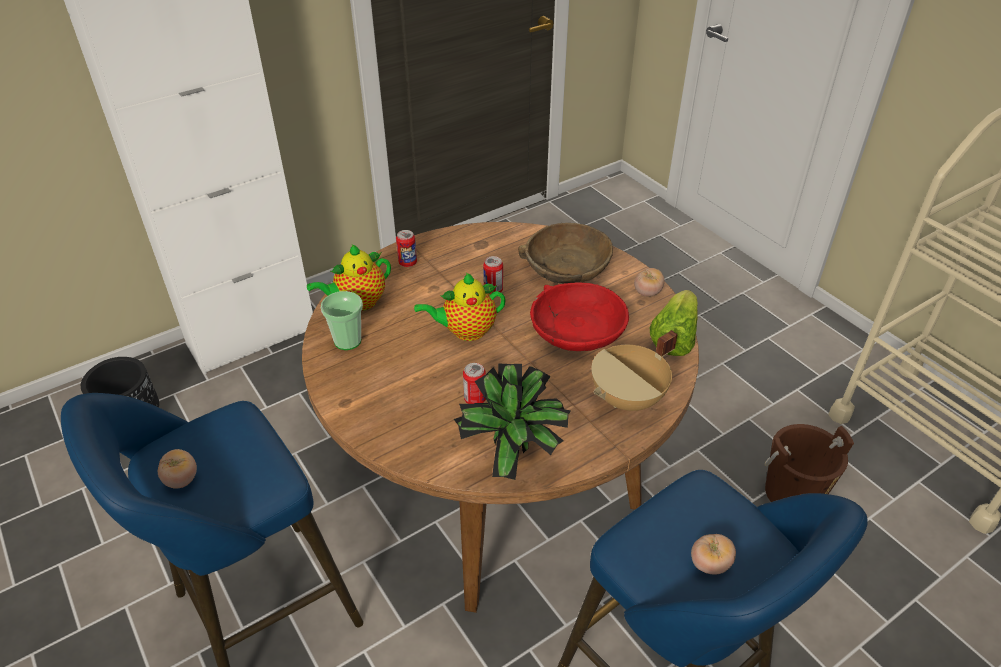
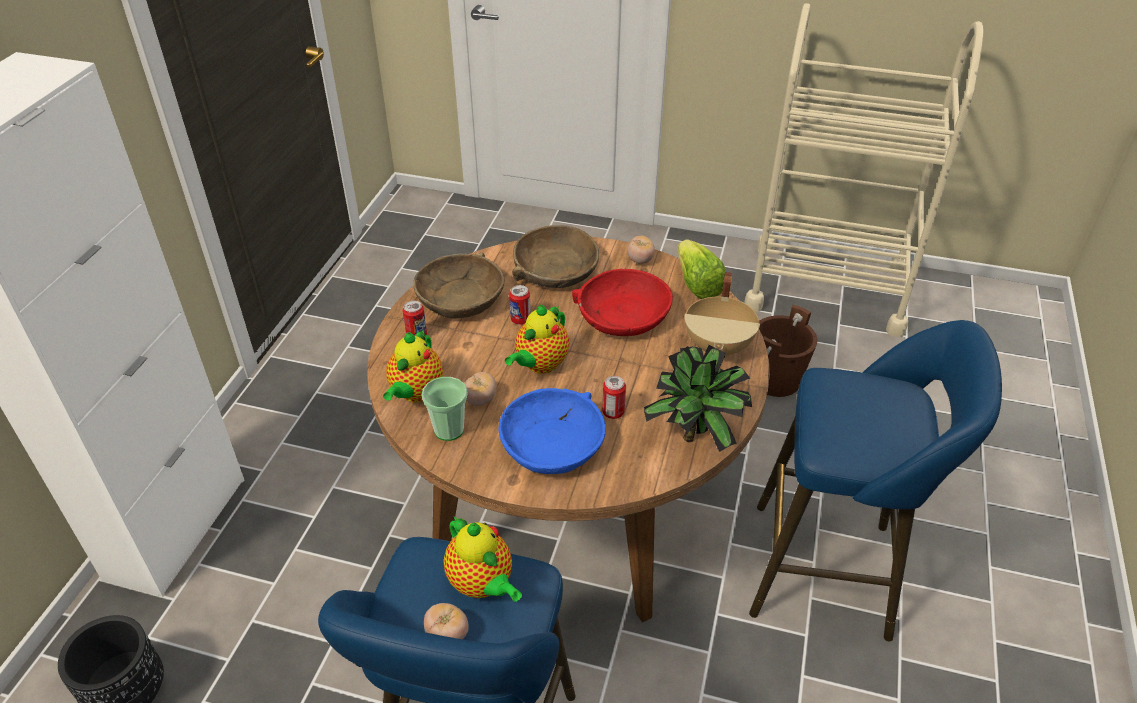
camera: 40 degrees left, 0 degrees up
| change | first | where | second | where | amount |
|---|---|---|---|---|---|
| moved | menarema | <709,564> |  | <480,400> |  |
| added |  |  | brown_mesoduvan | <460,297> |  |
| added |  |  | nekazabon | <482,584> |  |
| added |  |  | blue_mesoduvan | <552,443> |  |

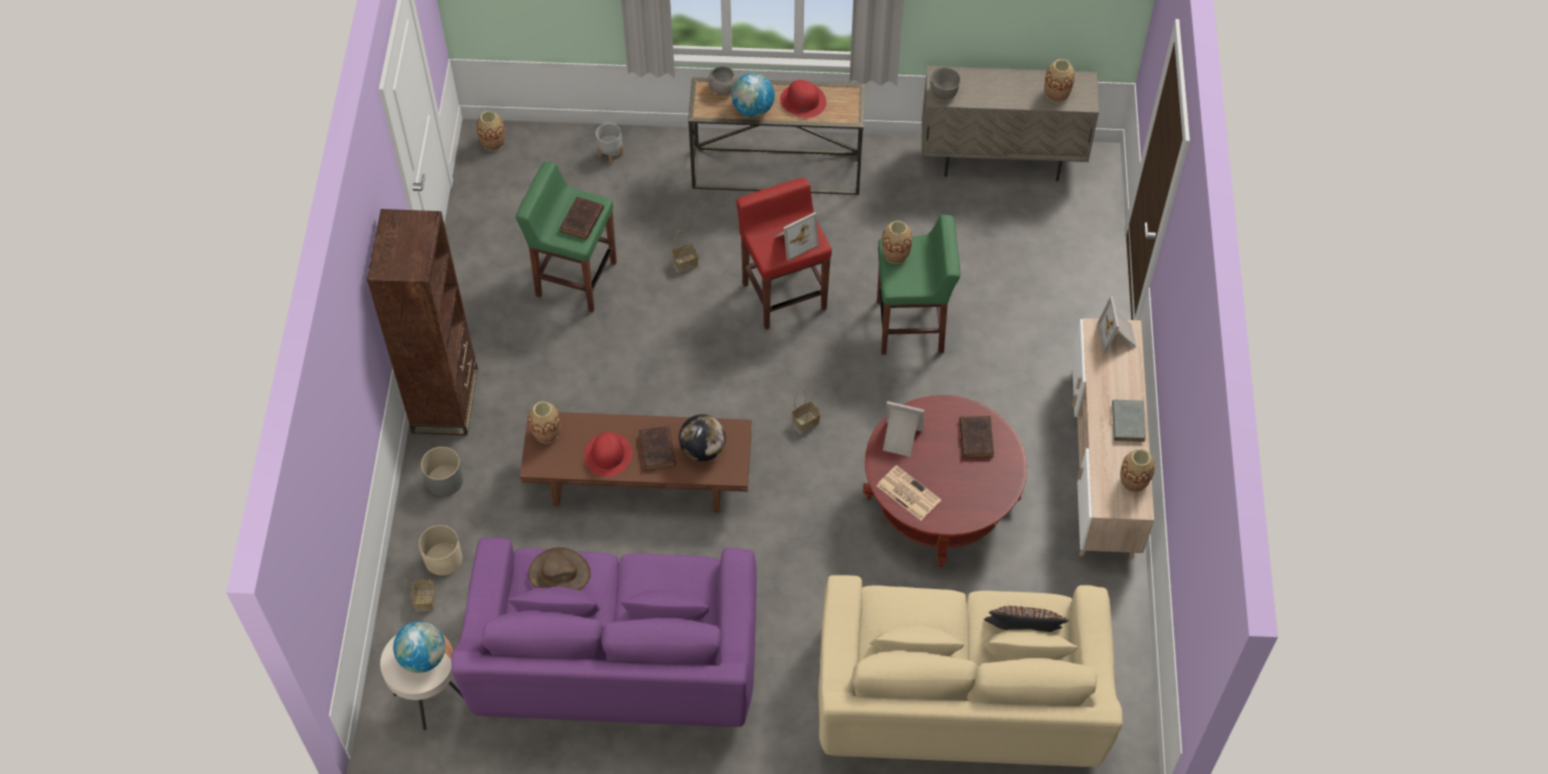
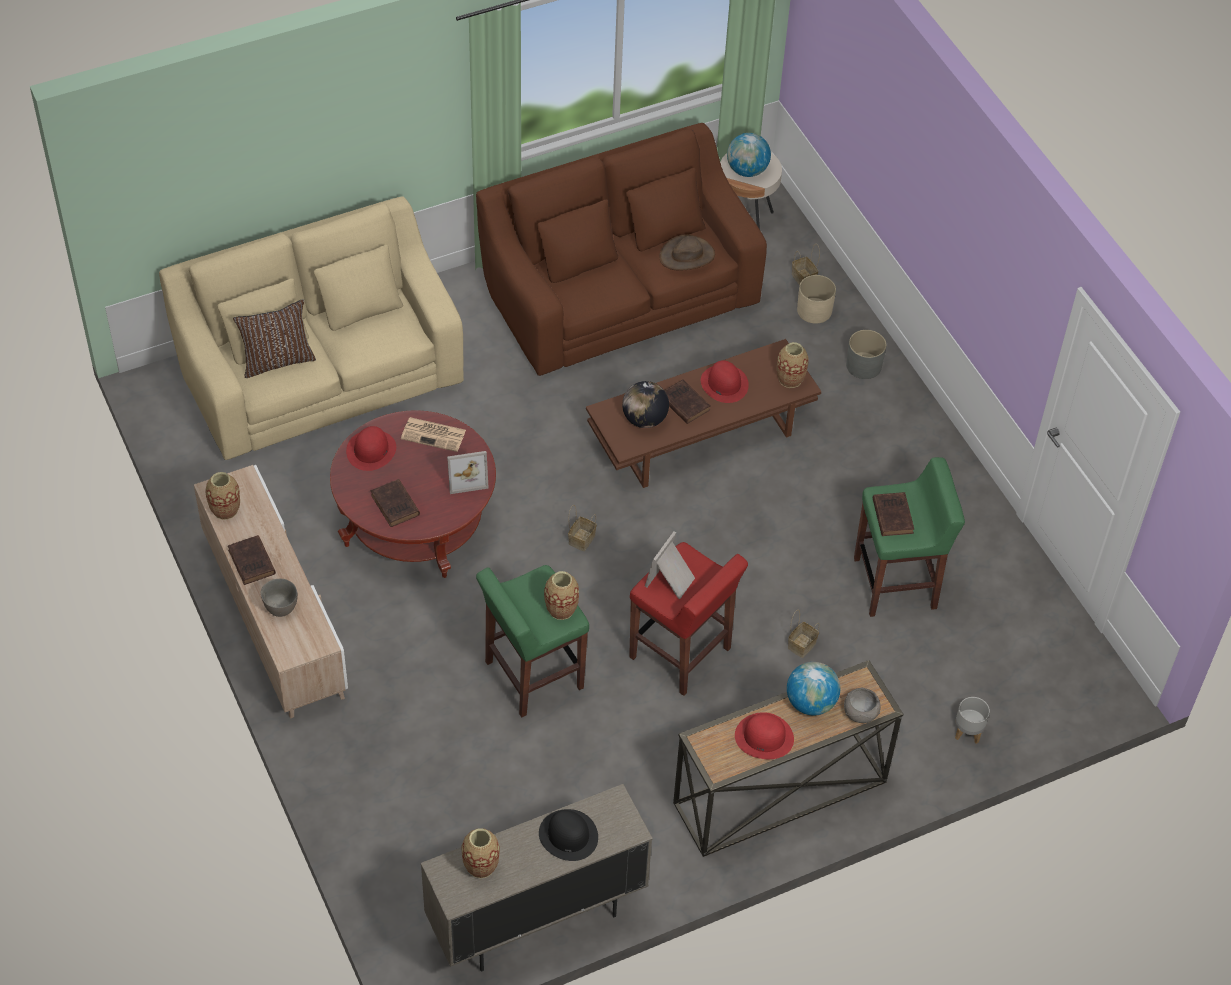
camera: 150 degrees right, 5 degrees down
| change | first | where | second | where | amount |
|---|---|---|---|---|---|
| removed | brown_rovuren | <445,400> |  |  |  |
| recoloured | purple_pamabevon | <616,660> | brown_pamabevon | <619,296> |  |
| removed | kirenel | <493,143> |  |  |  |
| moved | grey_mesoduvan | <944,92> |  | <281,607> |  |
| removed | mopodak | <1117,337> |  |  |  |
| recoloured | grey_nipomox | <1128,421> | brown_nipomox | <252,563> |  |
| added |  |  | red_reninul | <371,450> |  |
| added |  |  | black_reninul | <568,835> |  |

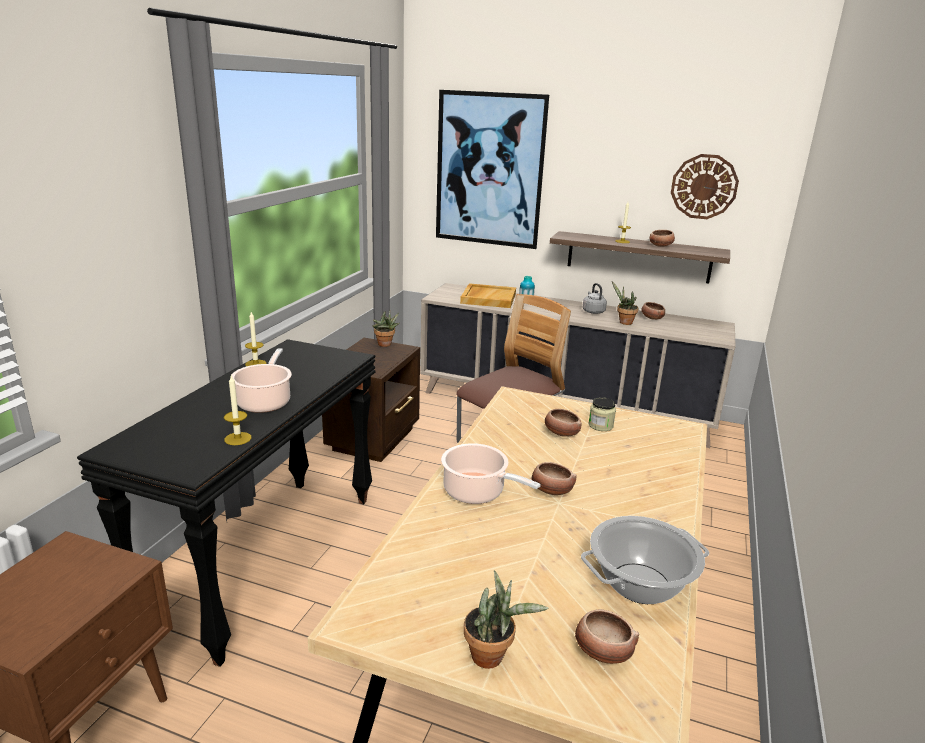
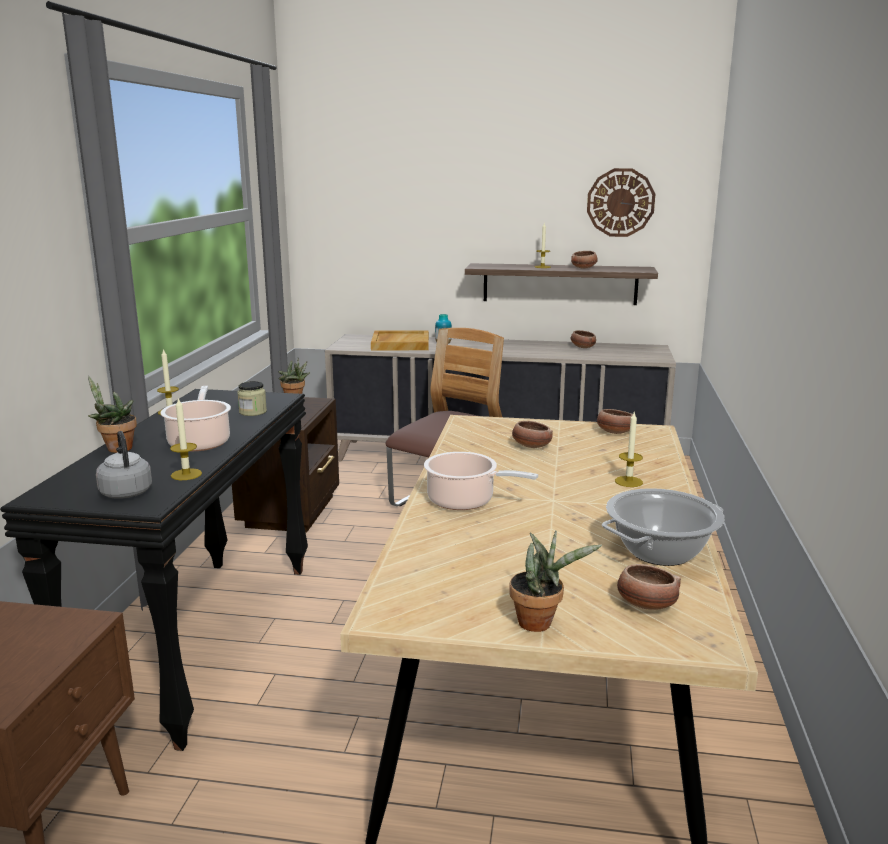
camera: 10 degrees left, 5 degrees down
| change | first | where | second | where | amount |
|---|---|---|---|---|---|
| removed | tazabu | <489,170> |  |  |  |
| moved | mesoduvan | <551,491> |  | <614,432> |  |
| moved | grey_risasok | <593,311> |  | <126,492> |  |
| moved | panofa | <600,425> |  | <253,412> |  |
| moved | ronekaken | <623,322> |  | <116,448> |  |
| added |  |  | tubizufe | <628,481> |  |

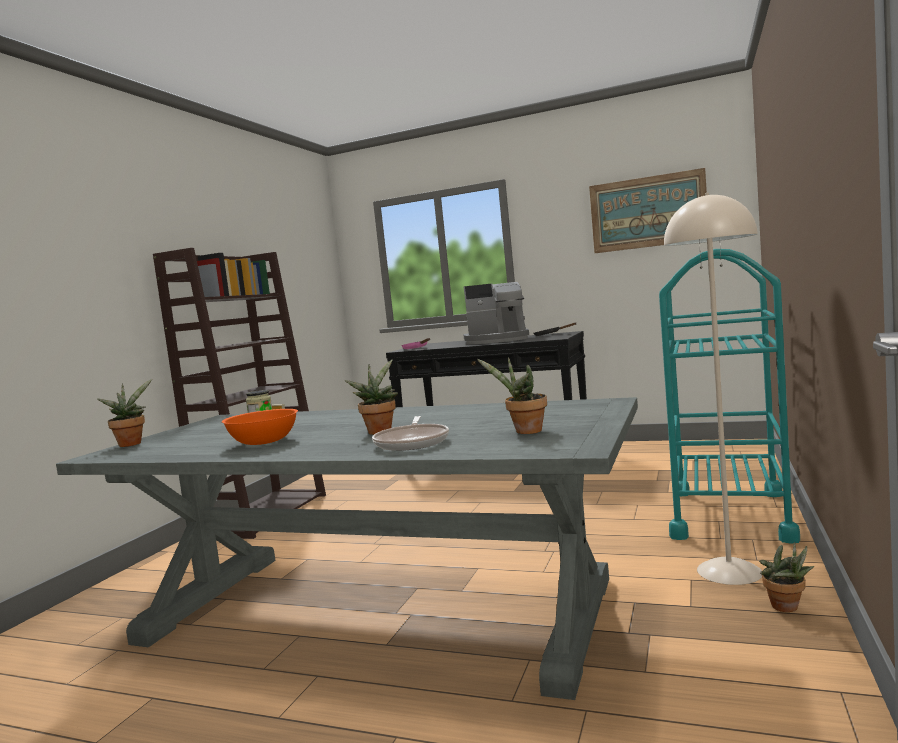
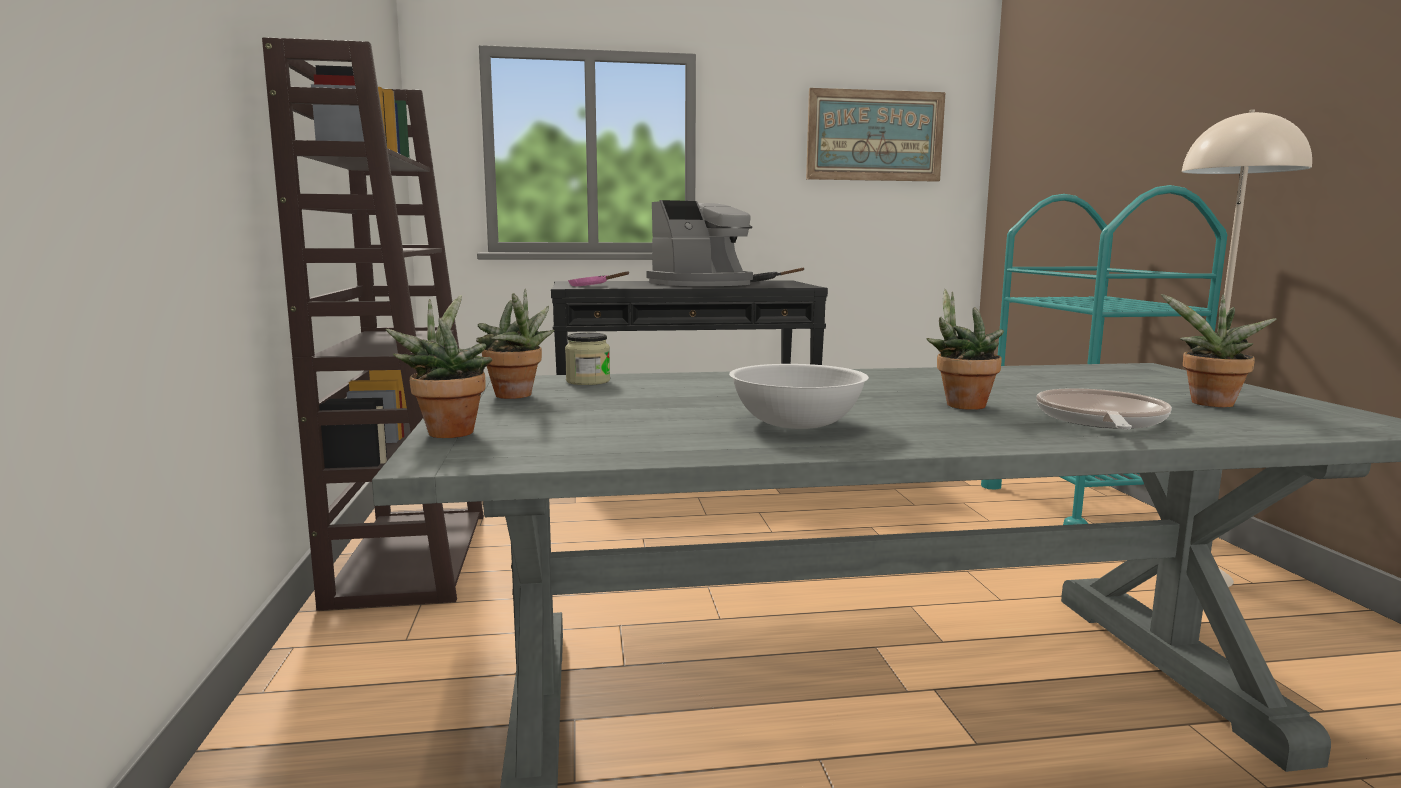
camera: 30 degrees left, 5 degrees up
| change | first | where | second | where | amount |
|---|---|---|---|---|---|
| recoloured | orange_mesoduvan | <263,442> | white_mesoduvan | <796,424> |  |
| turned | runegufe | <412,442> |  | <1100,420> | 135 degrees counterclockwise |
| moved | ronekaken | <787,608> |  | <516,396> |  |

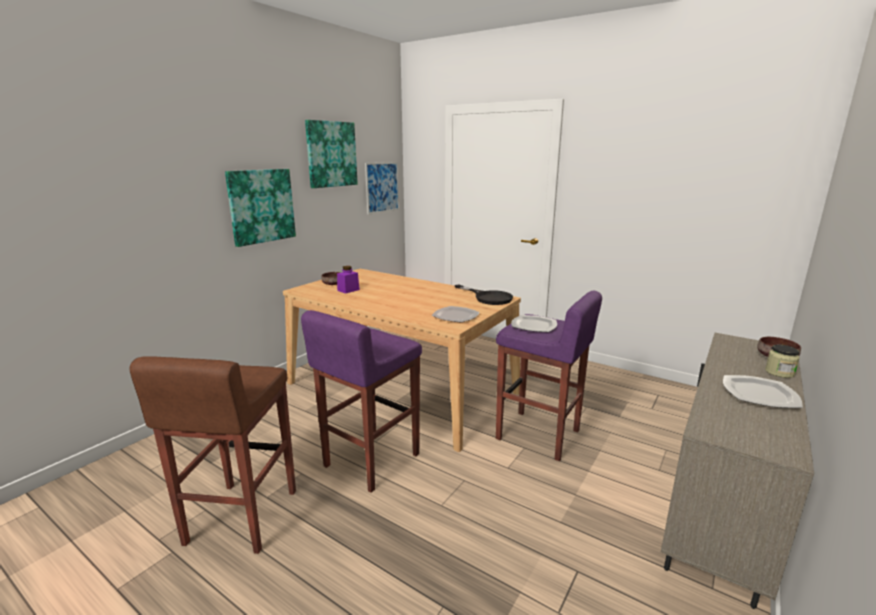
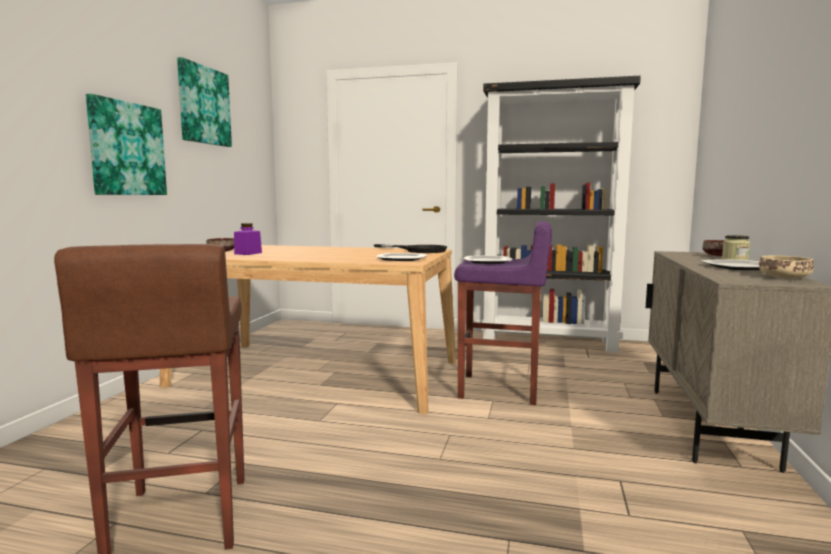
camera: 20 degrees left, 10 degrees down
| change | first | where | second | where | amount |
|---|---|---|---|---|---|
| removed | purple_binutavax | <370,460> |  |  |  |
| removed | tazabu | <382,187> |  |  |  |
| added |  |  | black_rovuren | <549,342> |  |
| added |  |  | beige_mesoduvan | <785,278> |  |

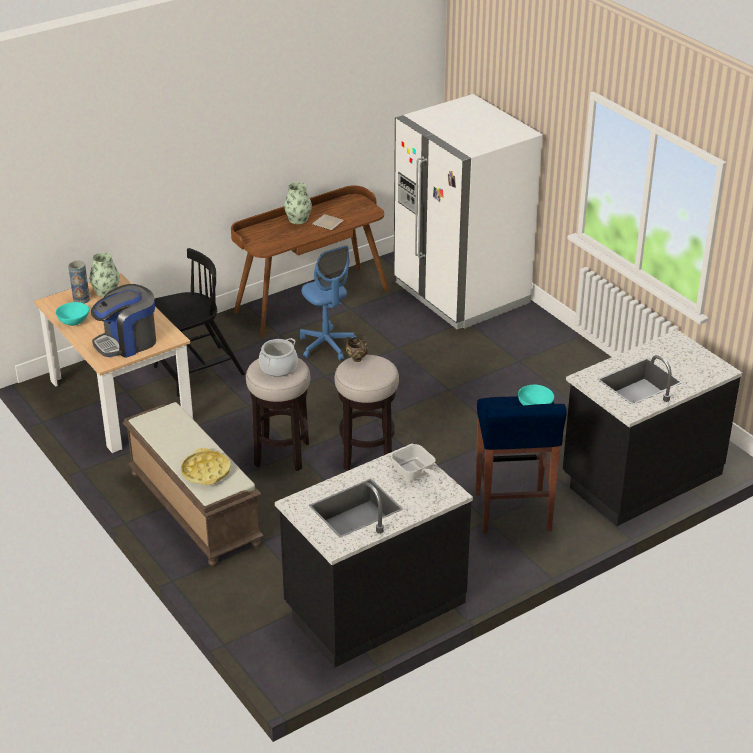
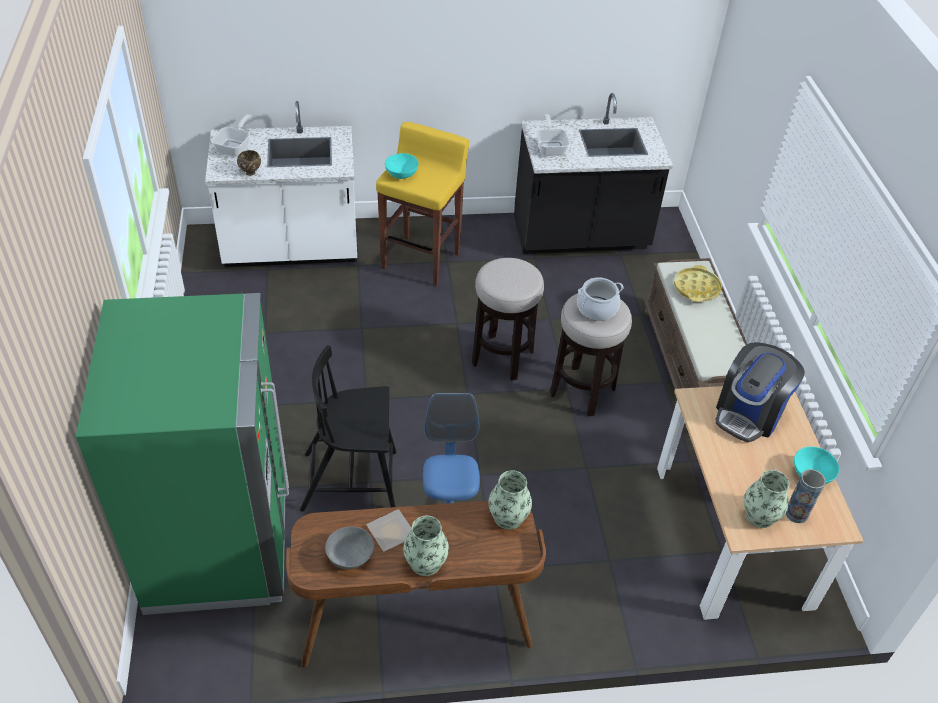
camera: 155 degrees left, 10 degrees up
| change | first | where | second | where | amount |
|---|---|---|---|---|---|
| turned | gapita | <127,342> |  | <749,413> | 135 degrees clockwise |
| moved | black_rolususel | <197,372> |  | <352,481> |  |
| moved | brown_mesoduvan | <357,360> |  | <250,172> |  |
| recoloured | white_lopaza | <461,293> | green_lopaza | <219,541> |  |
| recoloured | blue_binutavax | <512,512> | yellow_binutavax | <421,260> |  |
| recoloured | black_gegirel | <640,476> | white_gegirel | <291,248> |  |
| added |  |  | runegufe | <235,147> |  |
| added |  |  | grey_mesoduvan | <350,557> |  |
| added |  |  | kirenel | <508,517> |  |

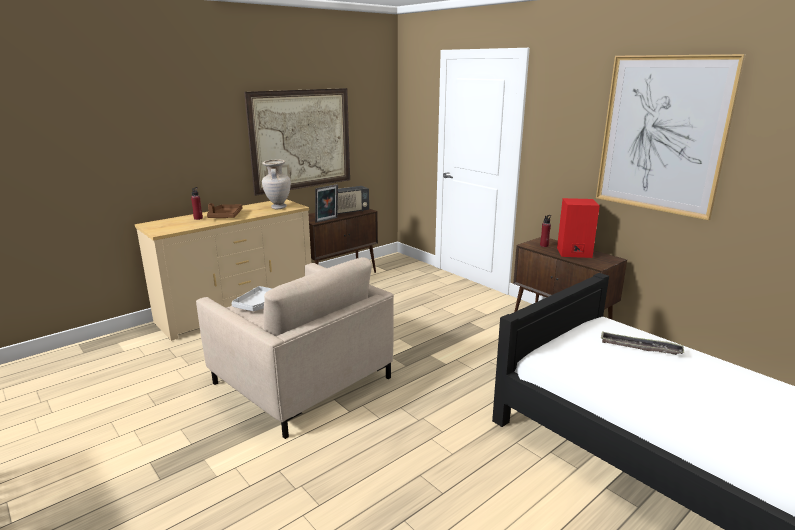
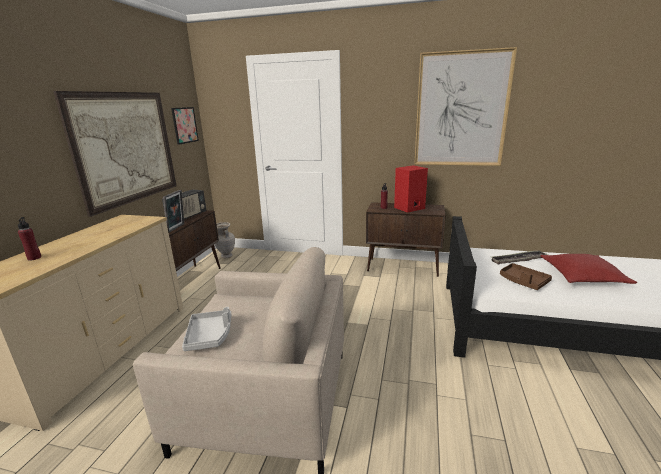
camera: 35 degrees left, 0 degrees up
| change | first | where | second | where | amount |
|---|---|---|---|---|---|
| moved | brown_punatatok | <225,216> |  | <523,282> |  |
| moved | beige_kirenel | <278,207> |  | <226,256> |  |
| added |  |  | tazabu | <185,125> |  |
| added |  |  | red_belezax | <582,276> |  |

